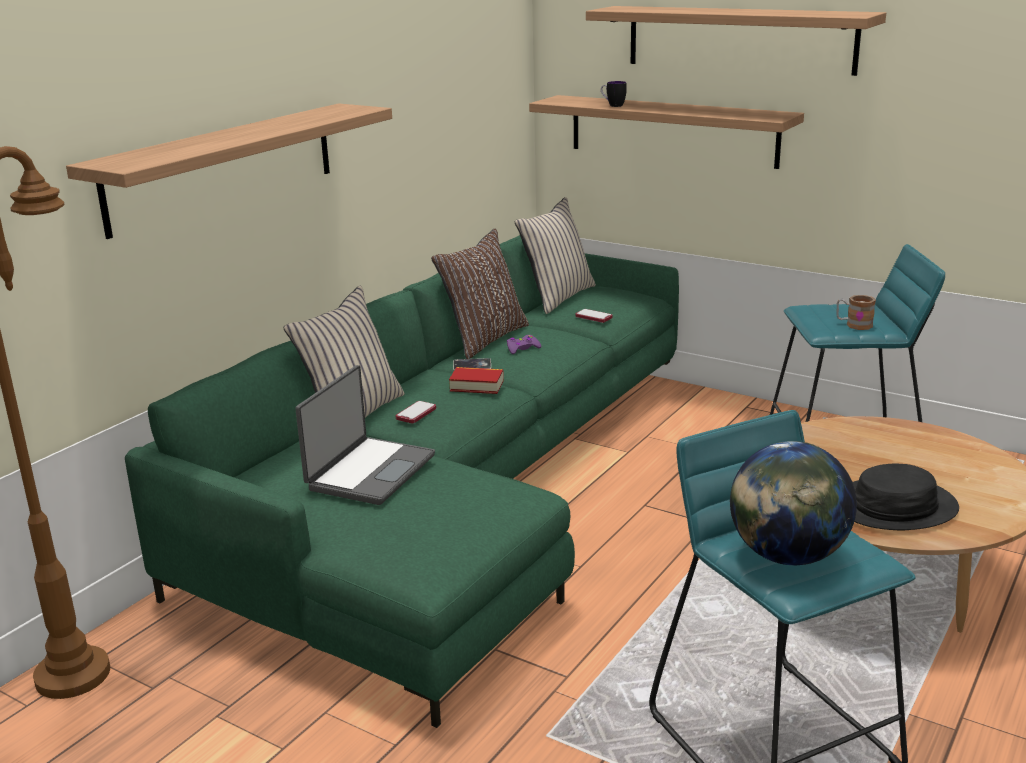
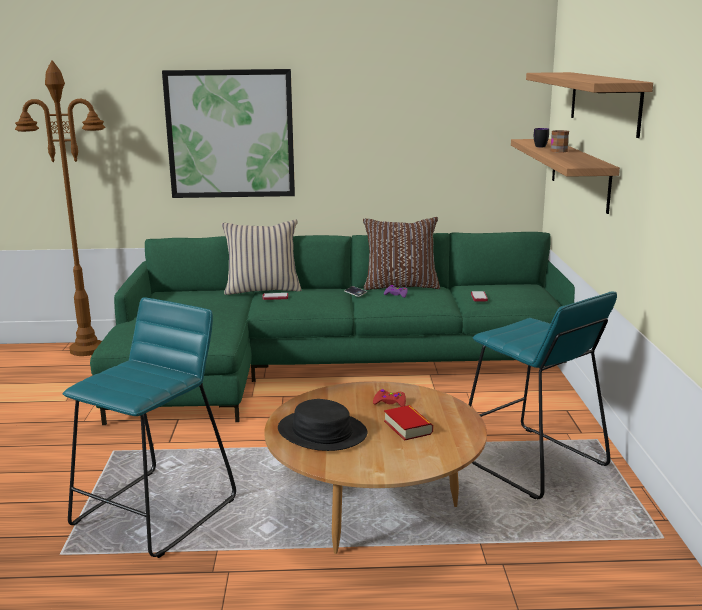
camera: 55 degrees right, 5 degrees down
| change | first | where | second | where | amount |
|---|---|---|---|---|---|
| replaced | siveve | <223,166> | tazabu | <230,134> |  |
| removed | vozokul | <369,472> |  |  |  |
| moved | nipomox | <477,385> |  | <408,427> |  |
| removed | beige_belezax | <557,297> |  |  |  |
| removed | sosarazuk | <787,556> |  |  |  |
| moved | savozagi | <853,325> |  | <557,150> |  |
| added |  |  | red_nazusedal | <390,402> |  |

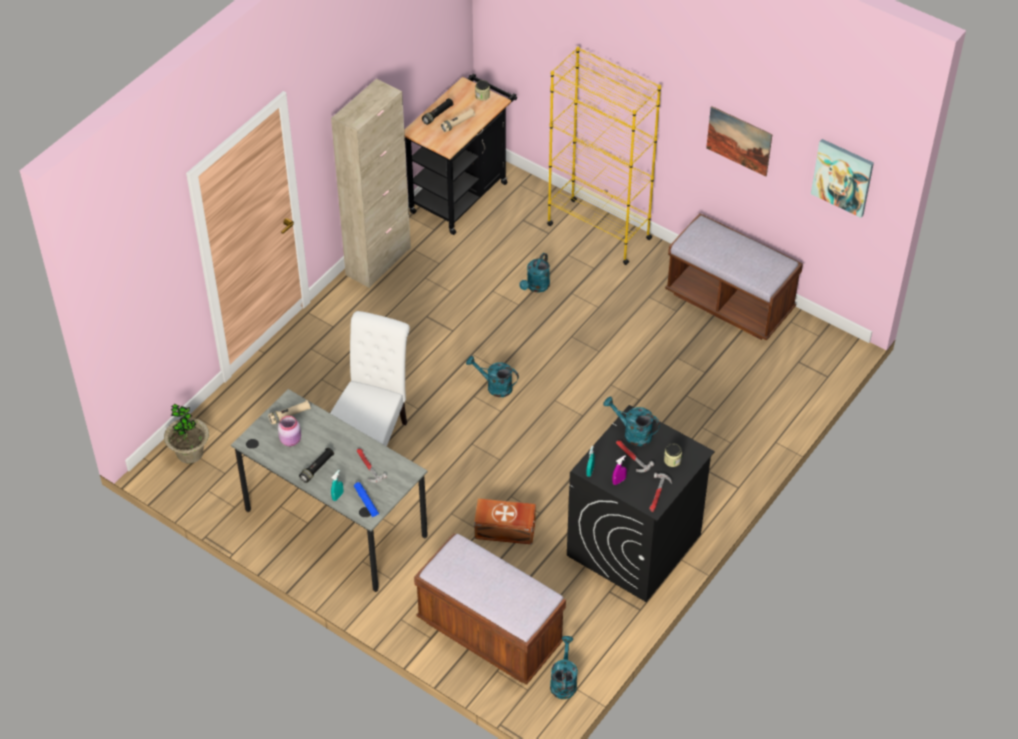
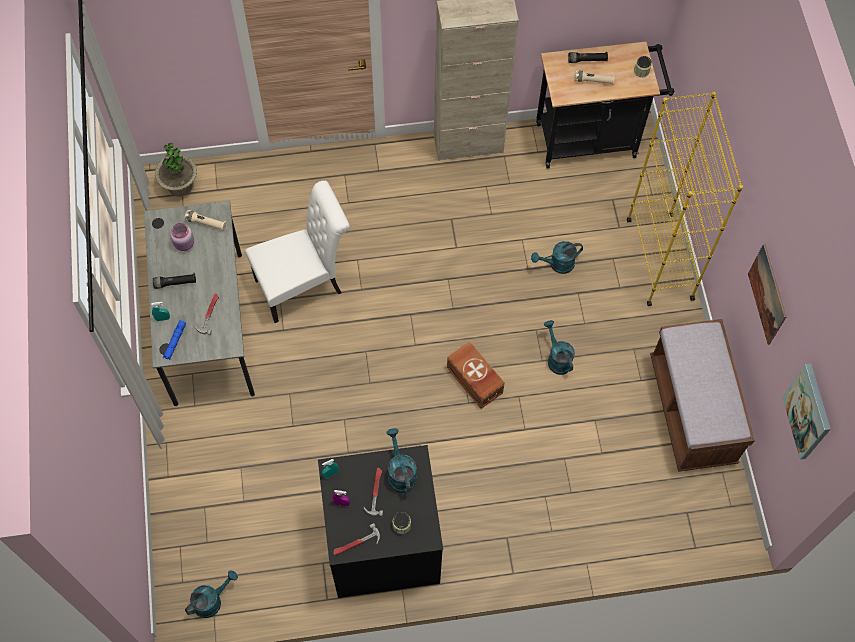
camera: 45 degrees right, 15 degrees up
| change | first | where | second | where | amount |
|---|---|---|---|---|---|
| removed | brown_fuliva | <490,633> |  |  |  |
| moved | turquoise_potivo | <495,386> |  | <557,358> |  |
| moved | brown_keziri | <505,530> |  | <474,381> |  |

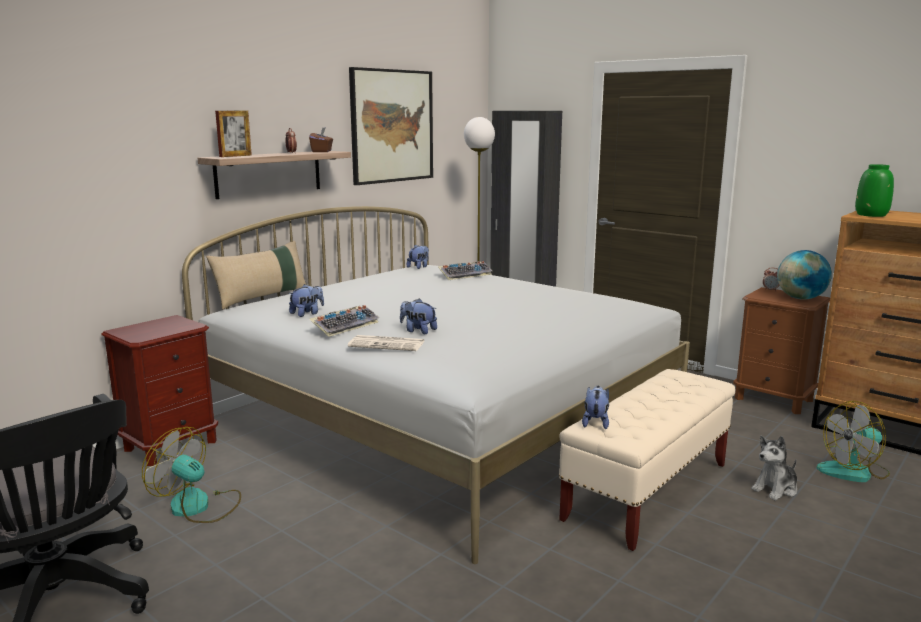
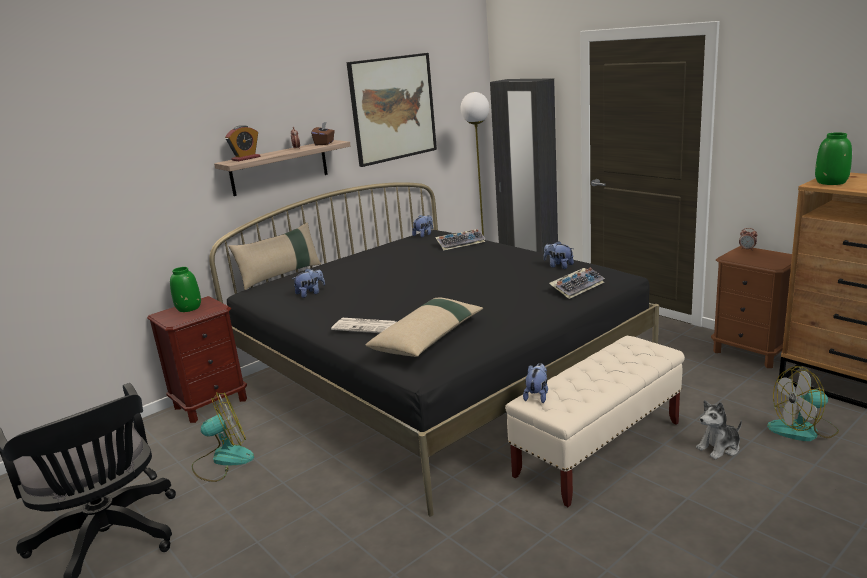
camera: 10 degrees right, 5 degrees up
| change | first | where | second | where | amount |
|---|---|---|---|---|---|
| turned | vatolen | <198,507> |  | <223,460> | 120 degrees clockwise |
| recoloured | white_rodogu | <443,418> | black_rodogu | <437,375> |  |
| replaced | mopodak | <235,156> | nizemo | <246,158> |  |
| moved | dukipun | <345,326> |  | <577,287> |  |
| moved | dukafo | <418,331> |  | <558,266> |  |
| removed | sosarazuk | <800,298> |  |  |  |
| added |  |  | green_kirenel | <189,308> |  |
| added |  |  | beige_belezax | <428,337> |  |

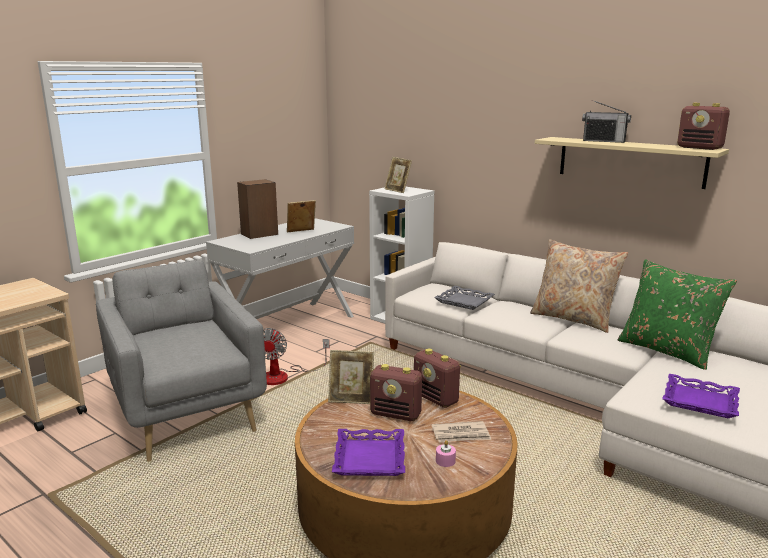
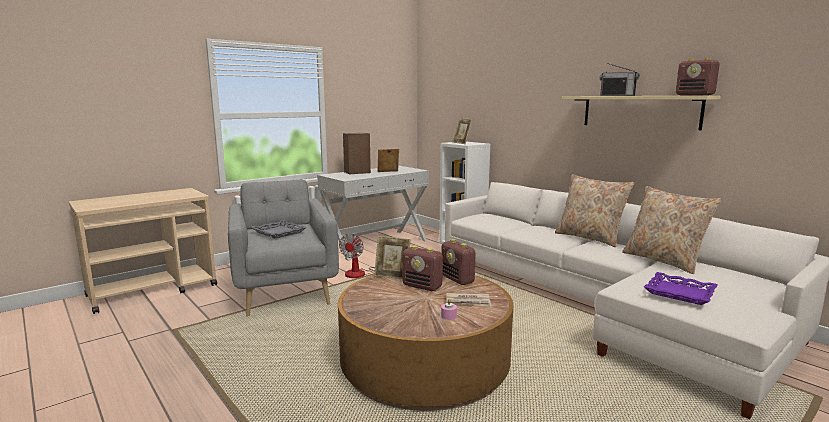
camera: 10 degrees right, 5 degrees down
| change | first | where | second | where | amount |
|---|---|---|---|---|---|
| removed | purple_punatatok | <369,458> |  |  |  |
| moved | grey_punatatok | <464,301> |  | <278,232> |  |
| recoloured | green_belezax | <667,351> | beige_belezax | <664,261> |  |

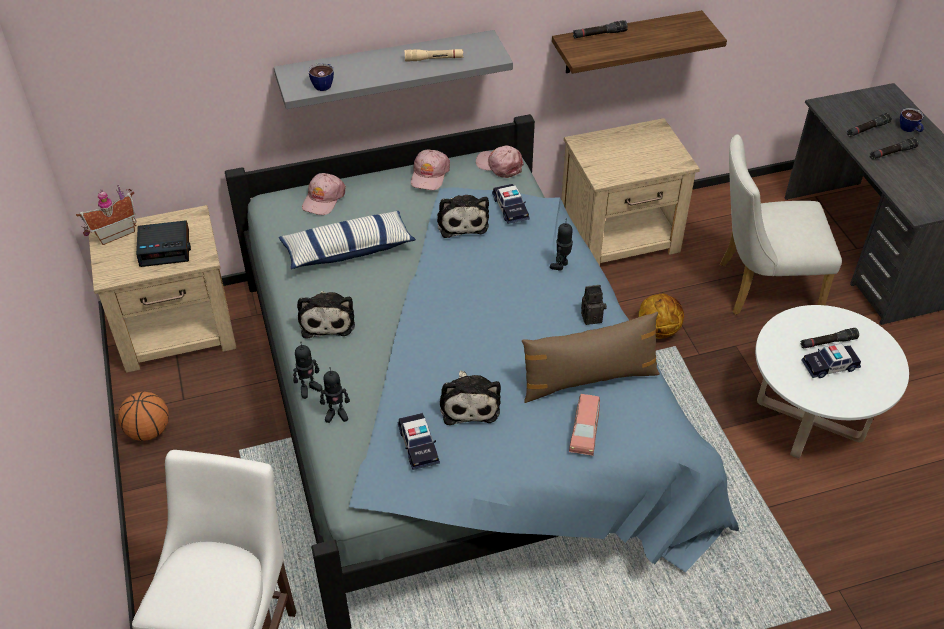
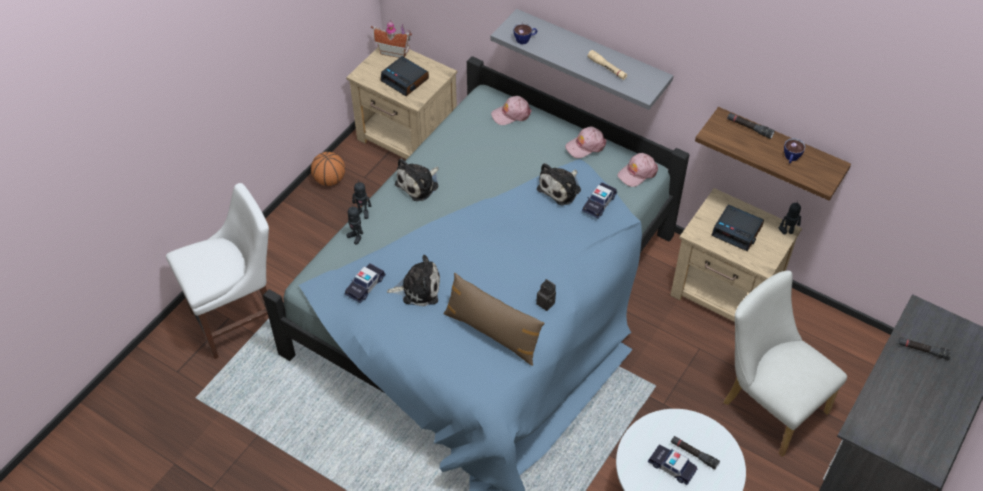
camera: 50 degrees right, 5 degrees up
| change | first | where | second | where | amount |
|---|---|---|---|---|---|
| removed | belezax | <348,250> |  |  |  |
| turned | dukafo | <469,403> |  | <418,288> | 135 degrees counterclockwise |
| turned | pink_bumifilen | <500,165> |  | <637,173> | 120 degrees counterclockwise |
| moved | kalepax | <561,265> |  | <787,231> |  |
| removed | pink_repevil | <584,431> |  |  |  |
| removed | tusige | <658,330> |  |  |  |
| removed | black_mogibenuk | <892,153> |  |  |  |
| moved | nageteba | <910,129> |  | <791,158> |  |
| added |  |  | nizemo | <737,231> |  |

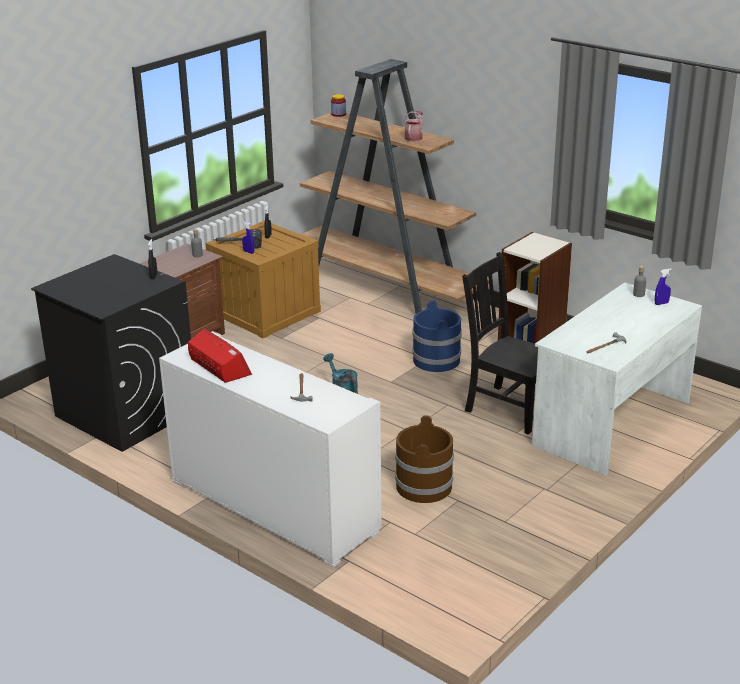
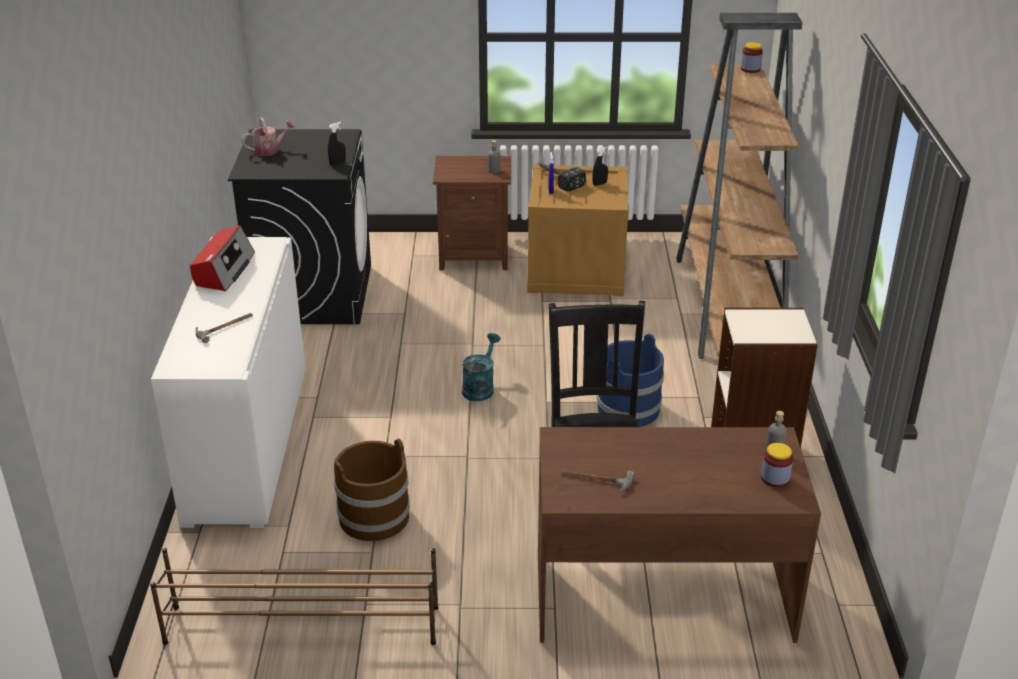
camera: 50 degrees right, 5 degrees up
| change | first | where | second | where | amount |
|---|---|---|---|---|---|
| moved | potivo | <414,137> |  | <270,150> |  |
| recoloured | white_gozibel | <611,423> | brown_gozibel | <661,595> |  |
| replaced | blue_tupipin | <661,303> | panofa | <775,478> |  |
| added |  |  | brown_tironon | <301,624> |  |

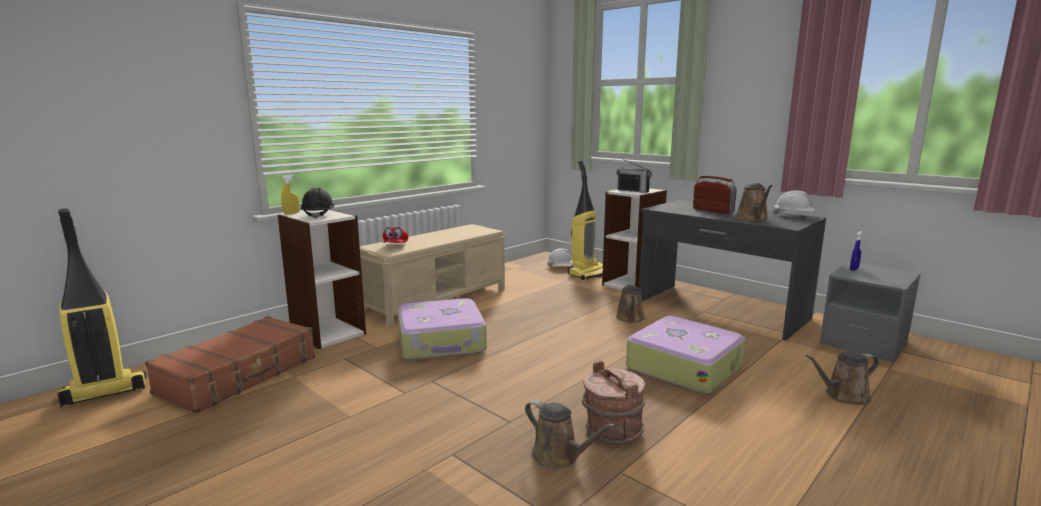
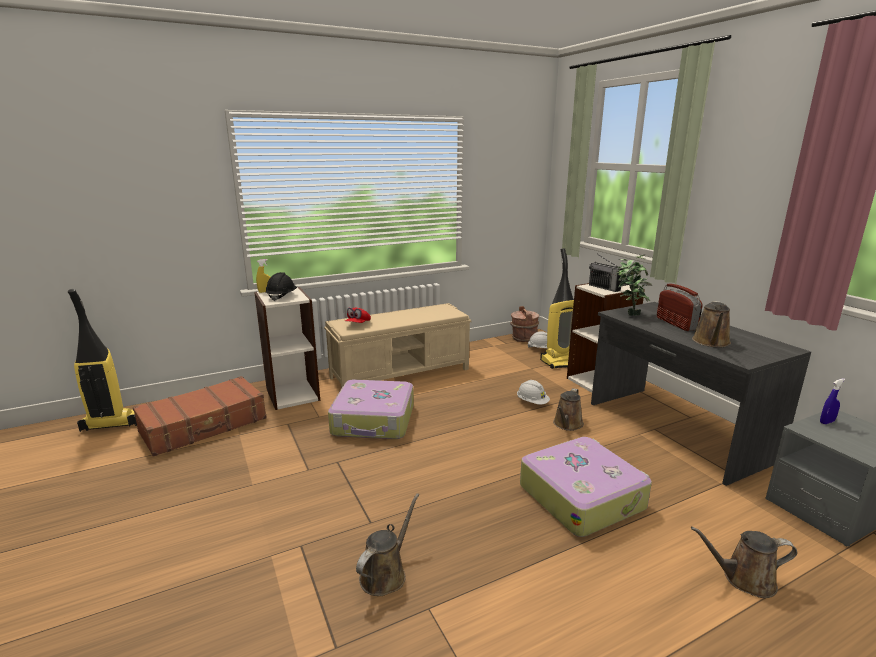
camera: 20 degrees right, 5 degrees up
| change | first | where | second | where | amount |
|---|---|---|---|---|---|
| turned | brown_potivo | <559,456> |  | <386,574> | 120 degrees counterclockwise |
| moved | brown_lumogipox | <612,430> |  | <523,338> |  |
| moved | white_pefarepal | <793,216> |  | <532,402> |  |
| added |  |  | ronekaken | <628,313> |  |

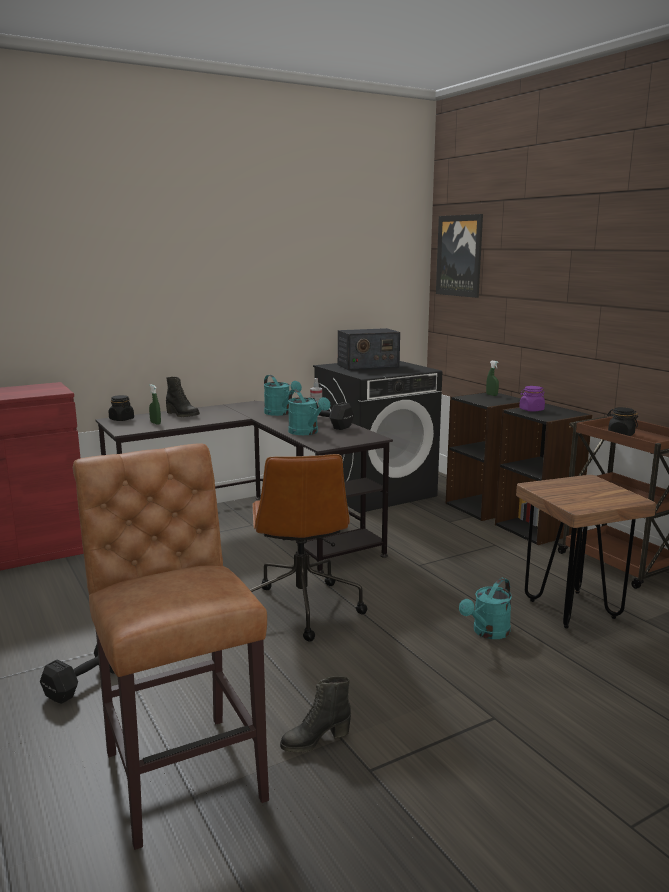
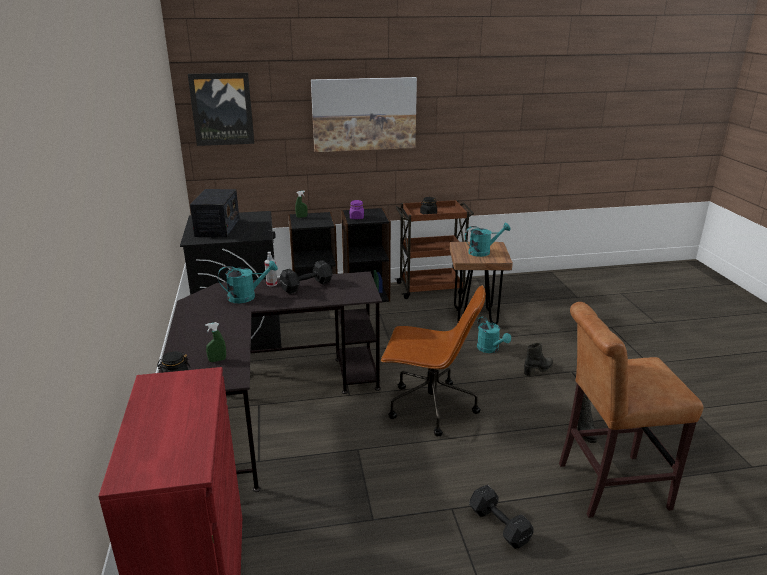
camera: 70 degrees left, 10 degrees up
| change | first | where | second | where | amount |
|---|---|---|---|---|---|
| moved | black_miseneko | <182,415> |  | <538,370> |  |
| moved | turquoise_potivo | <306,433> |  | <483,252> |  |
| added |  |  | tazabu | <364,114> |  |

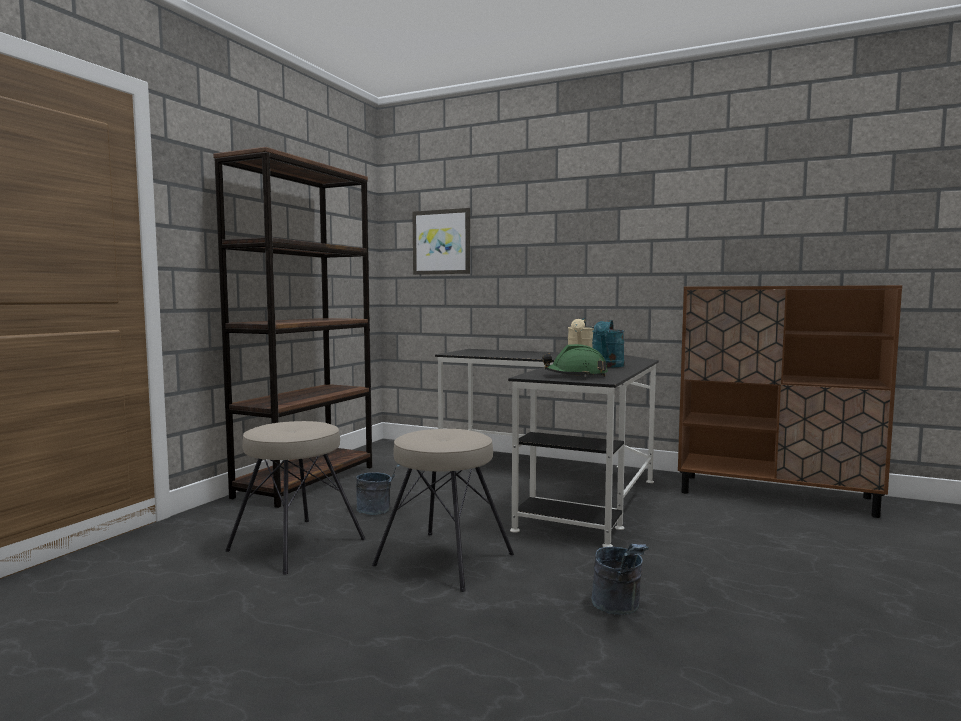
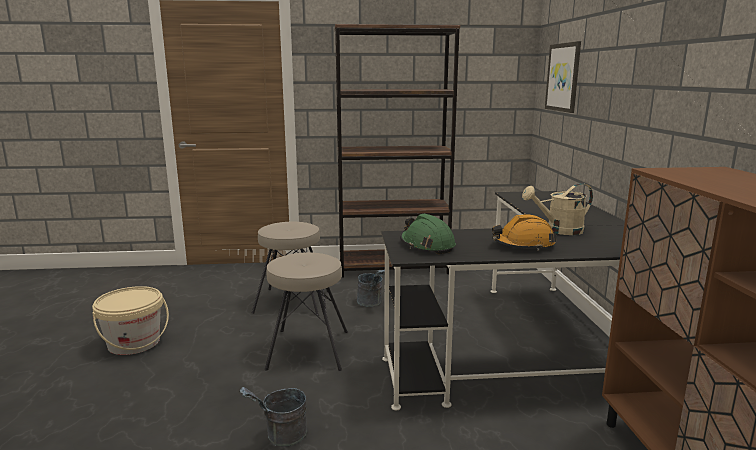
camera: 60 degrees right, 10 degrees up
| change | first | where | second | where | amount |
|---|---|---|---|---|---|
| replaced | turquoise_potivo | <607,366> | orange_pefarepal | <523,245> |  |
| added |  |  | beige_lumogipox | <134,343> |  |

